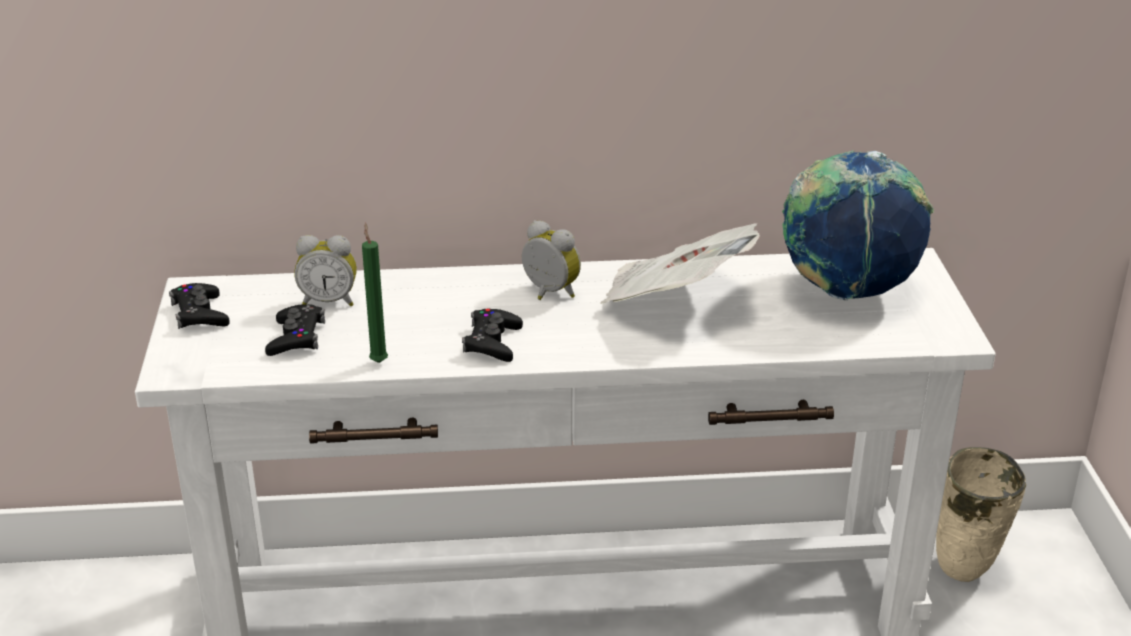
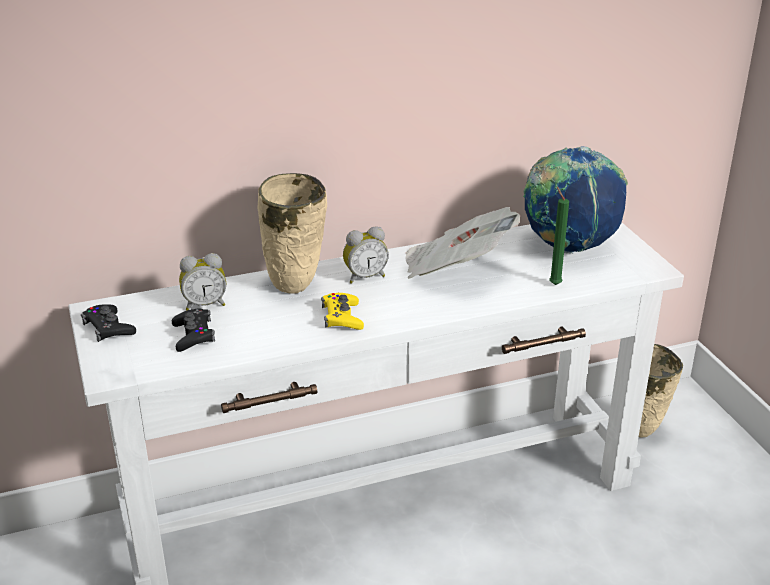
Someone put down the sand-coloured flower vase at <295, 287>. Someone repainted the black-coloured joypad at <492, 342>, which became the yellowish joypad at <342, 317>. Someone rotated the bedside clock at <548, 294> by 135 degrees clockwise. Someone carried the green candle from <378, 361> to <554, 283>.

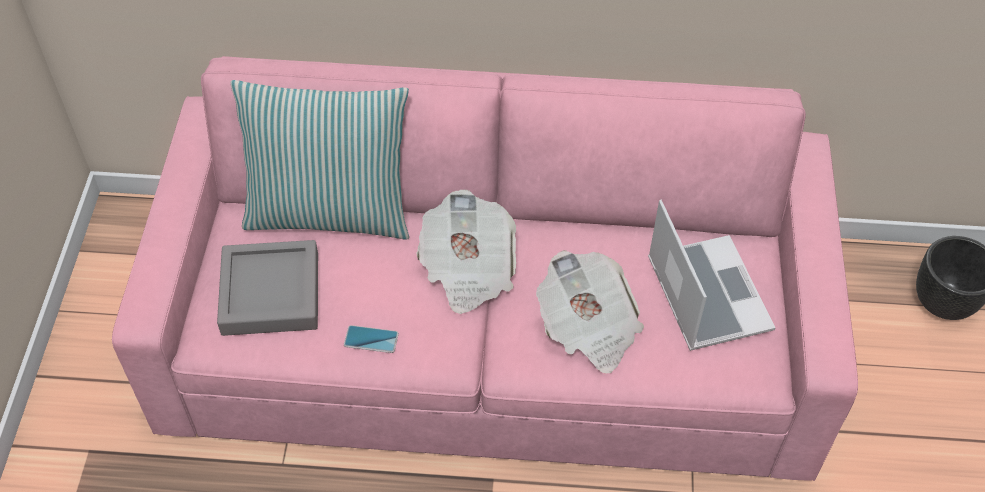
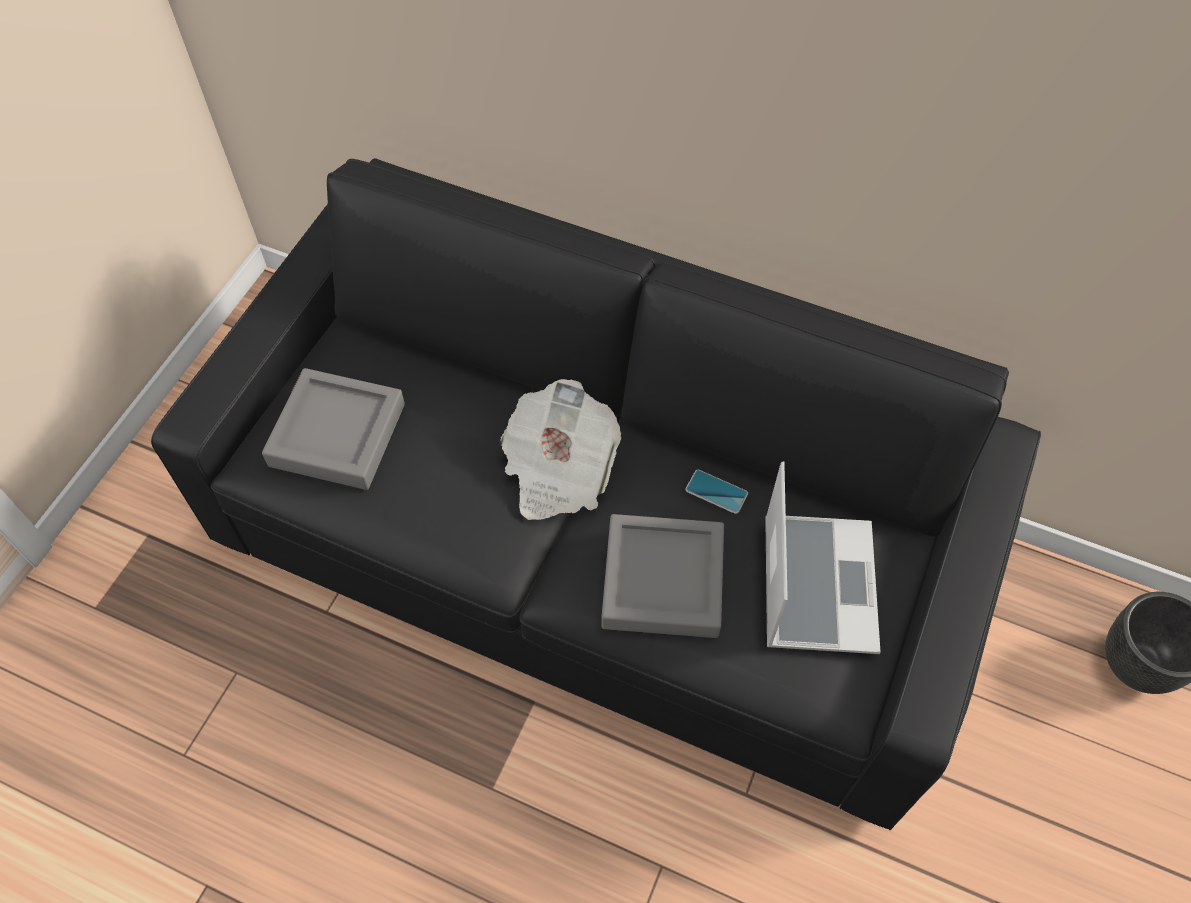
Someone repainted the pinkish sofa at <492, 337>, which became the black-coloured sofa at <596, 542>. Someone swapped the newspaper at <588, 327> for the grey carrying tray at <662, 581>. Someone carried the telephone from <371, 339> to <716, 492>. Someone took away the pillow at <330, 211>.

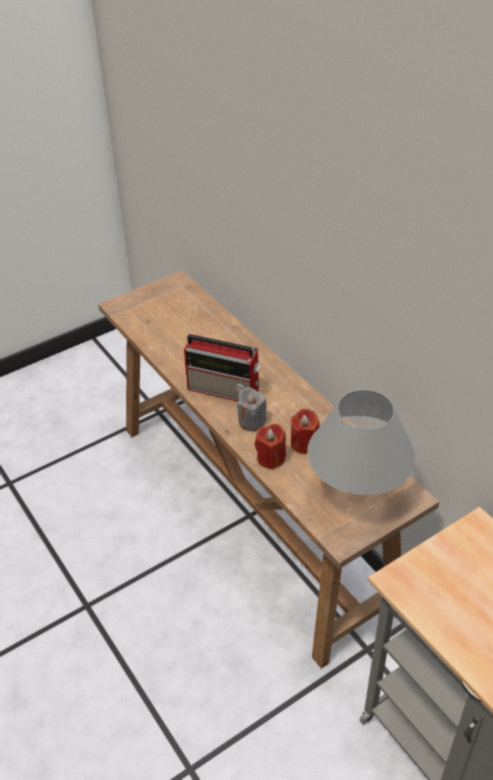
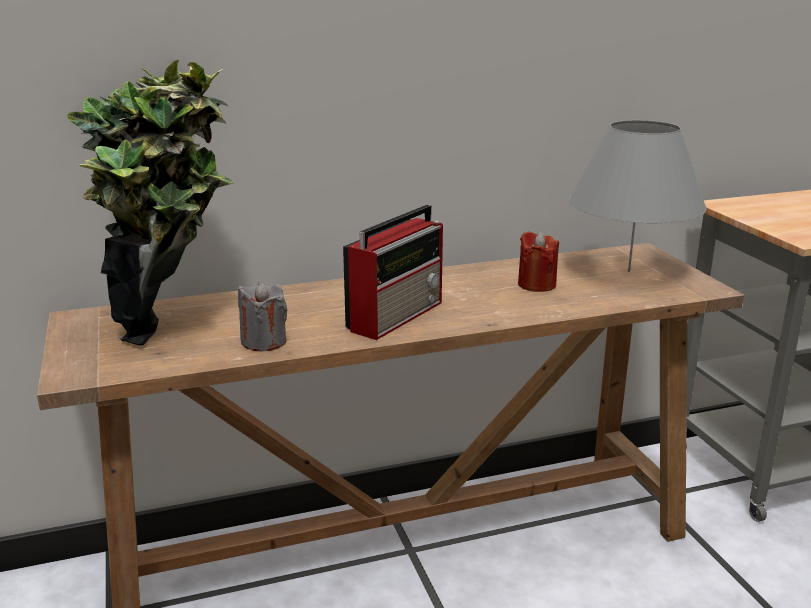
Someone put down the potted plant at <171, 323>. Someone carried the grey candle from <251, 421> to <264, 342>. Someone took away the red-coloured candle at <271, 458>.

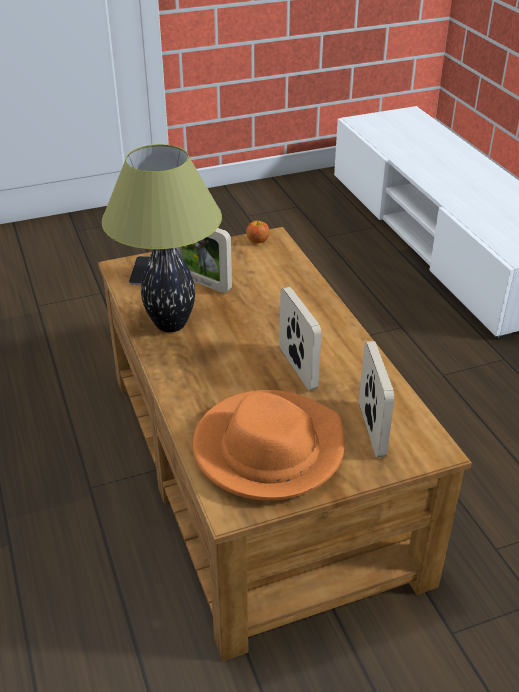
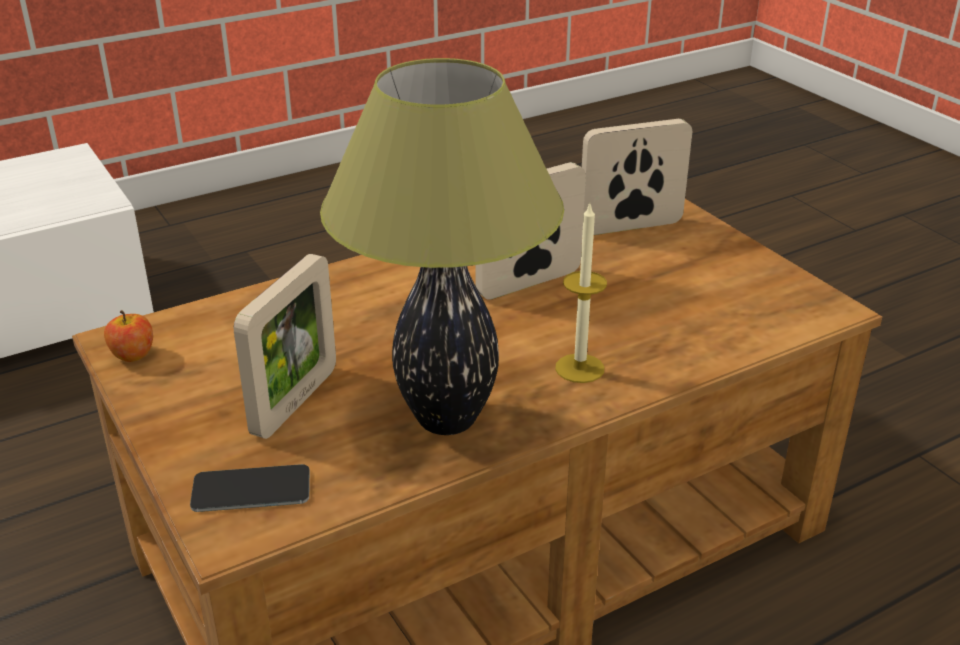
Someone put down the candle at <579, 368>. Someone took away the orangey wearable hat at <268, 449>.

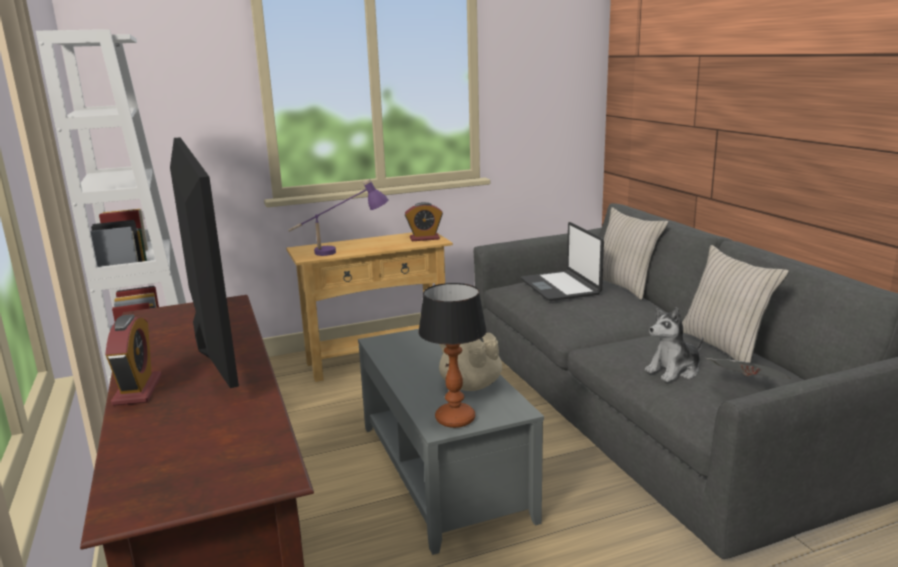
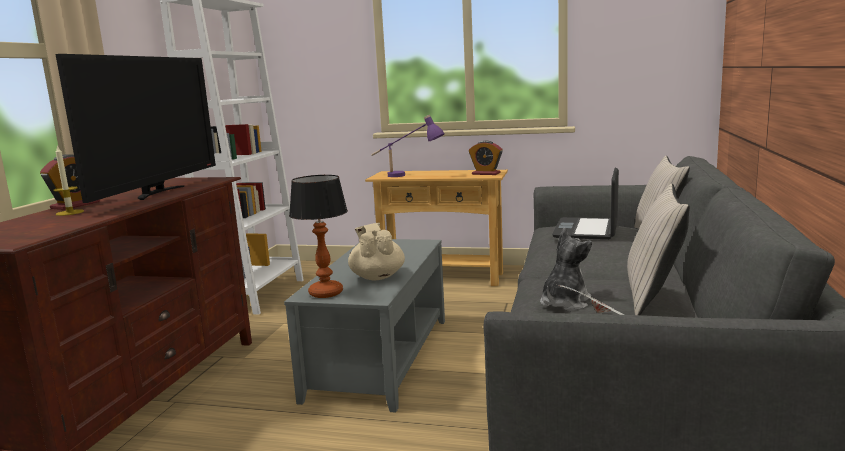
Someone put down the candle at <70, 212>. Someone rotated the soft toy at <674, 371> by 120 degrees clockwise.

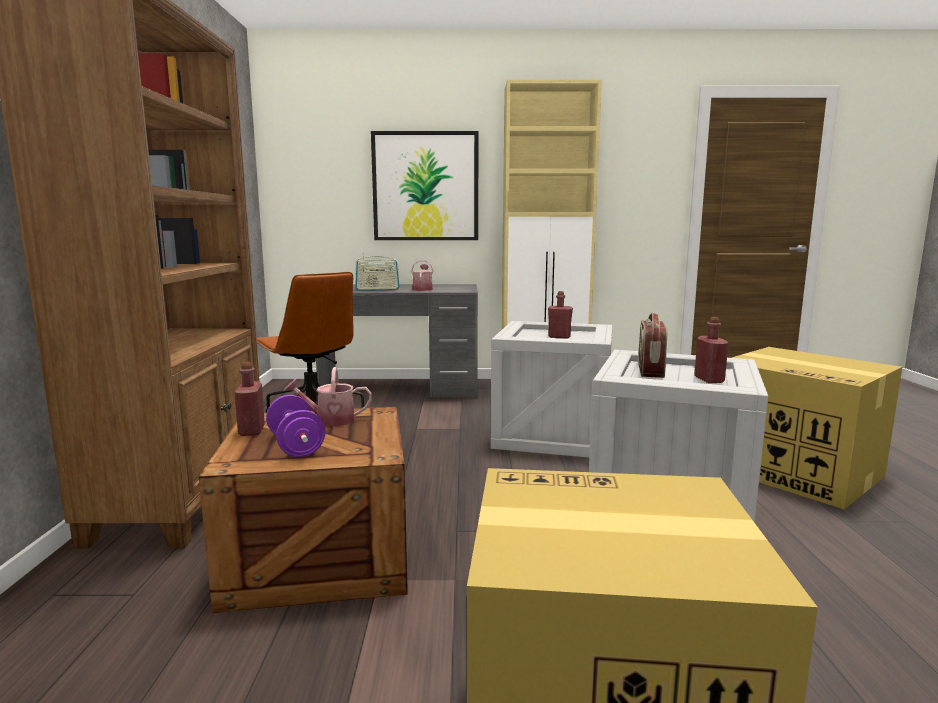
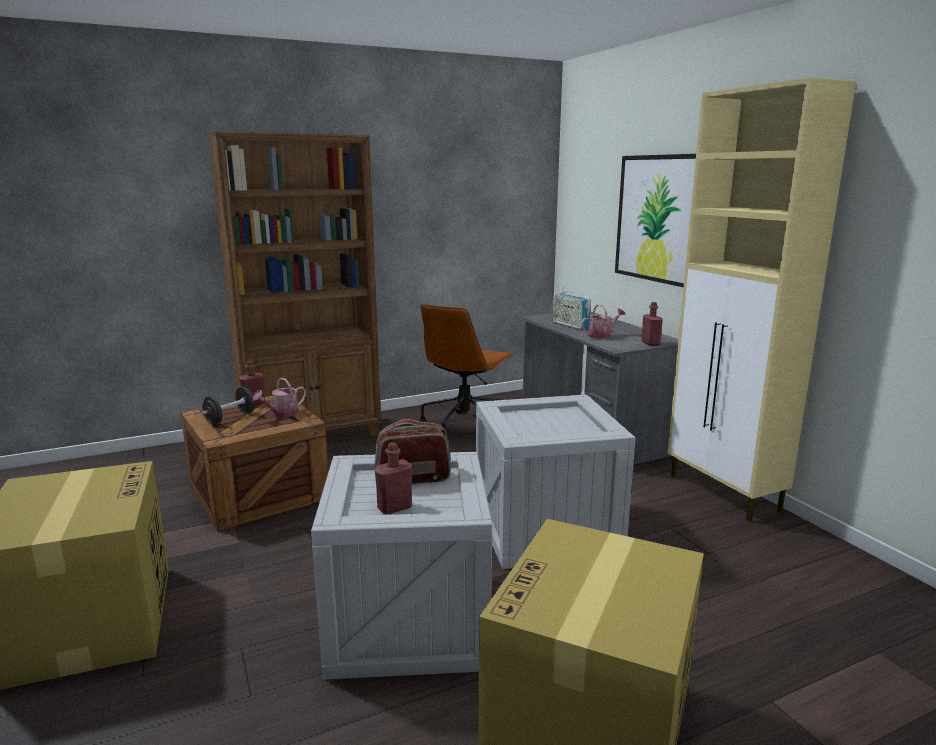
Someone repainted the purple-coloured dumbbell at <296, 446>, which became the black-coloured dumbbell at <230, 418>. Someone rotated the watering can at <330, 420> by 105 degrees counterclockwise. Someone carried the red-coloured drink bottle from <559, 337> to <650, 343>.

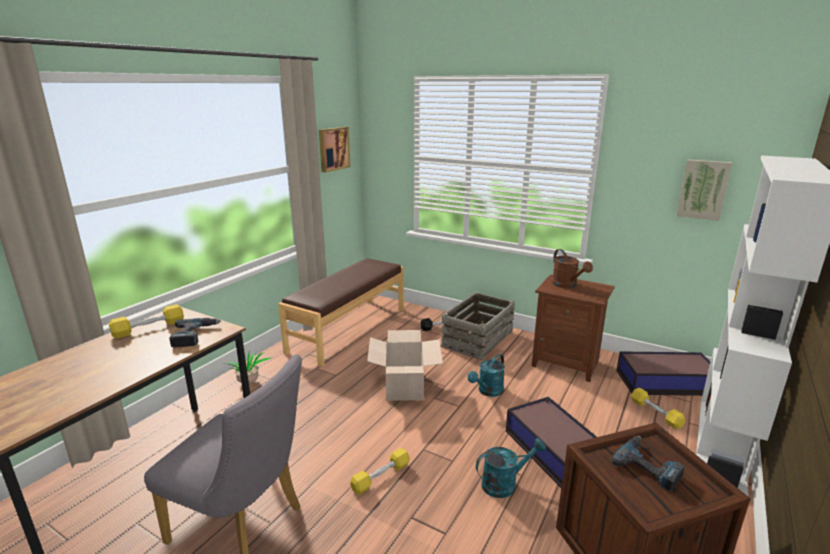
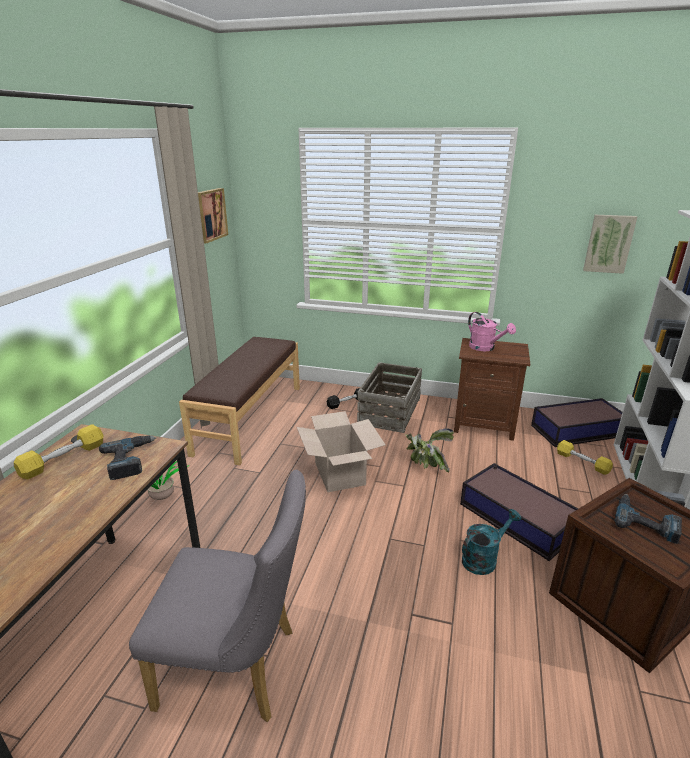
Someone swapped the blue-green watering can at <488, 391> for the potted plant at <425, 465>. Someone repainted the brown-coloured watering can at <567, 285>, which became the pinkish watering can at <485, 348>. Someone took away the yellowish dumbbell at <380, 477>.

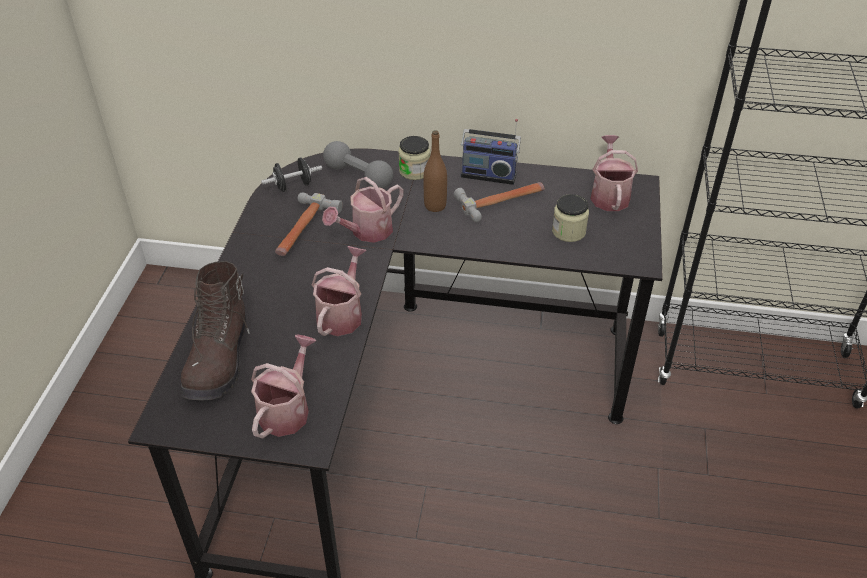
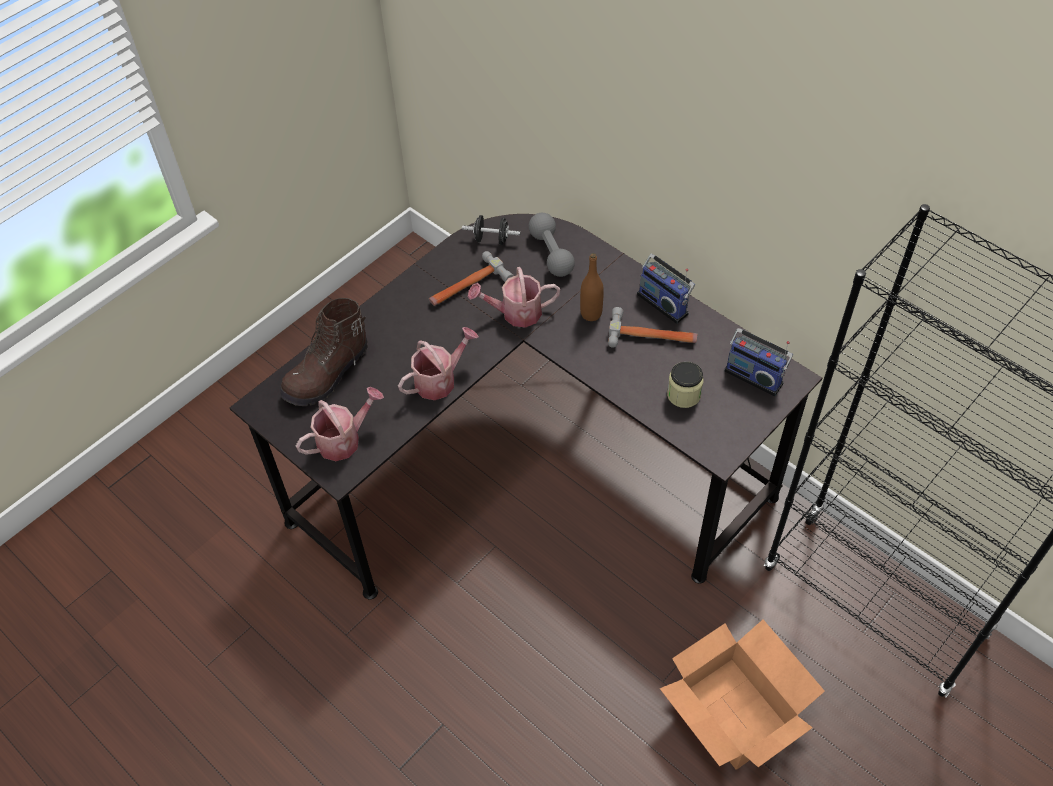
Someone put down the carton at <733, 714>. Someone swapped the watering can at <609, 194> for the radio receiver at <755, 375>. Someone took away the jar at <414, 171>.

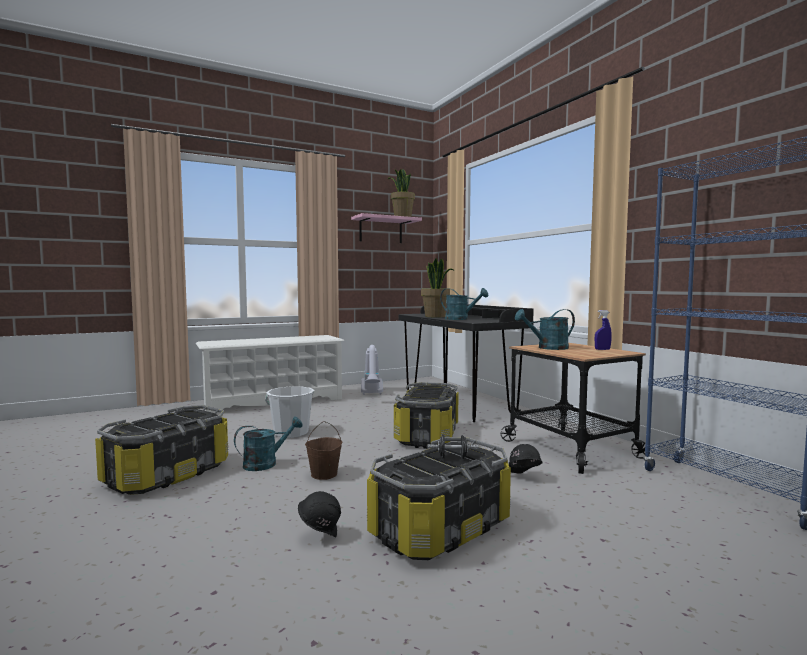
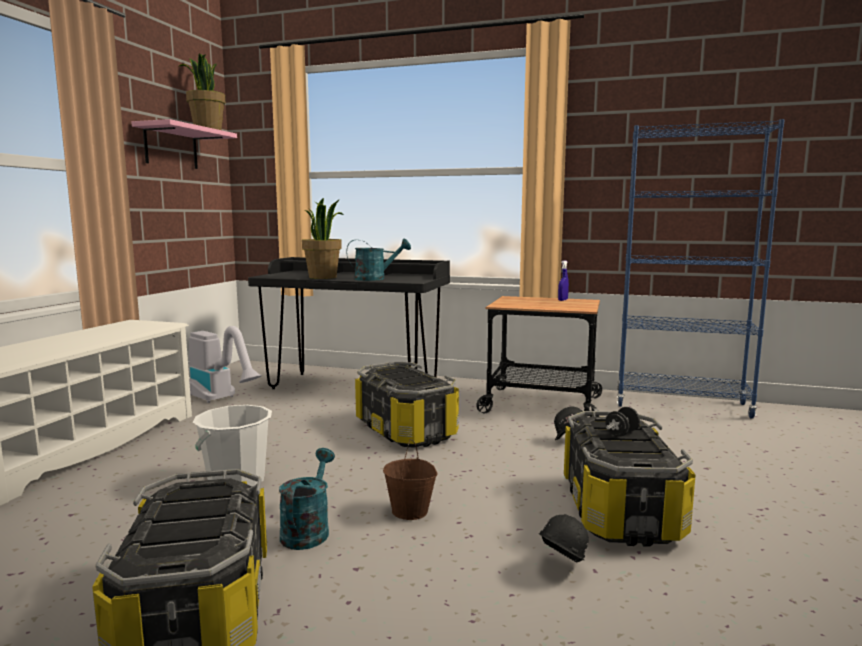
Someone took away the blue-green watering can at <547, 348>.

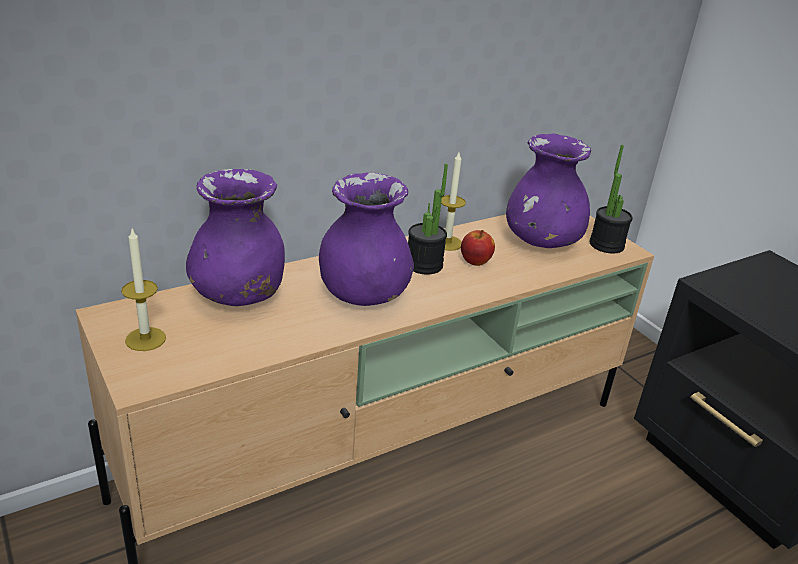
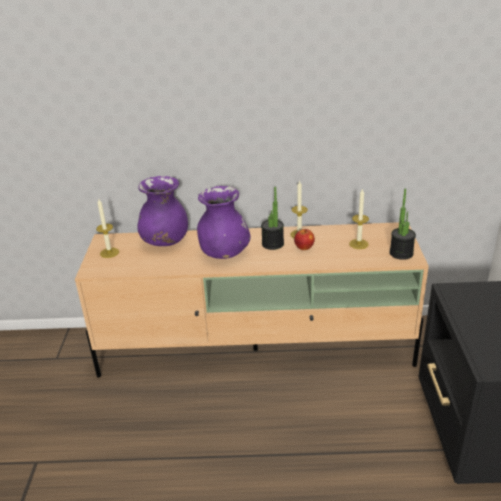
Someone swapped the purple-coloured flower vase at <541, 242> for the candle at <358, 244>.

